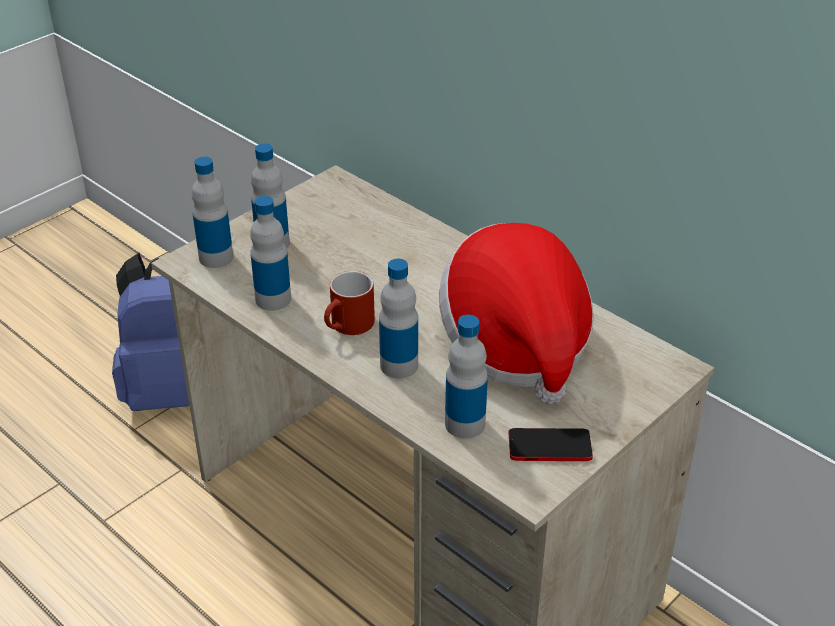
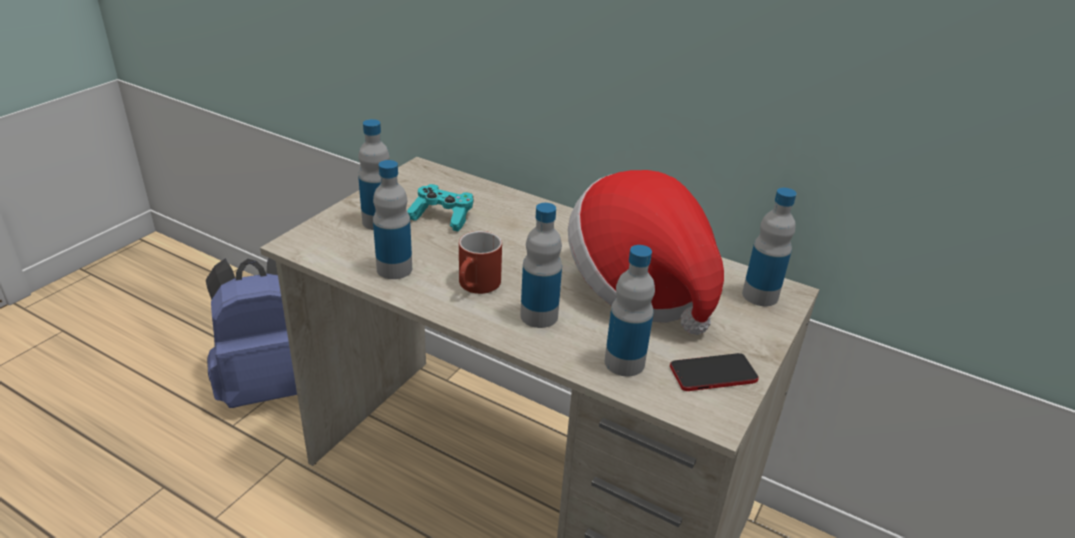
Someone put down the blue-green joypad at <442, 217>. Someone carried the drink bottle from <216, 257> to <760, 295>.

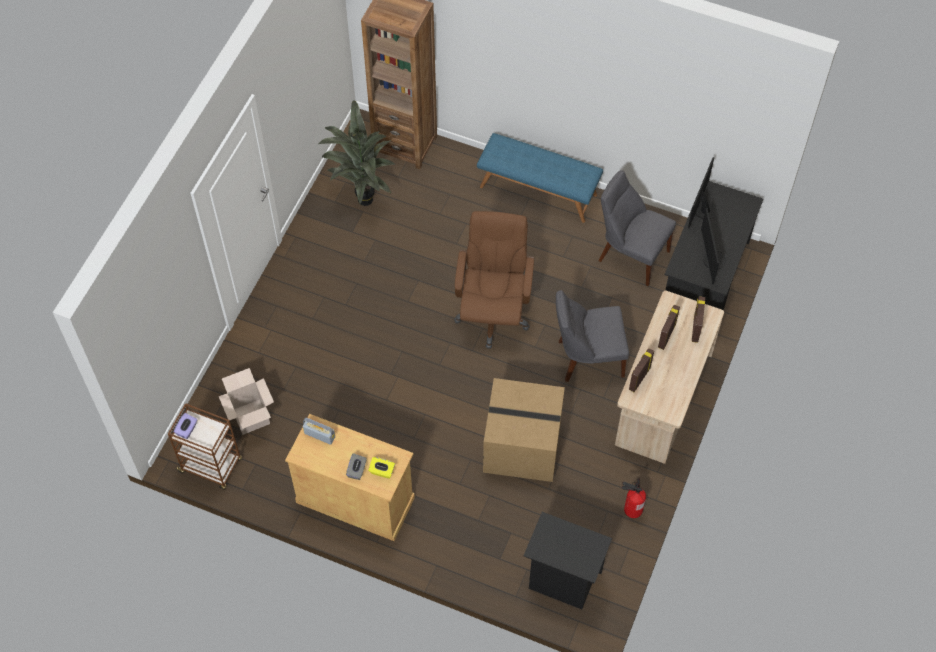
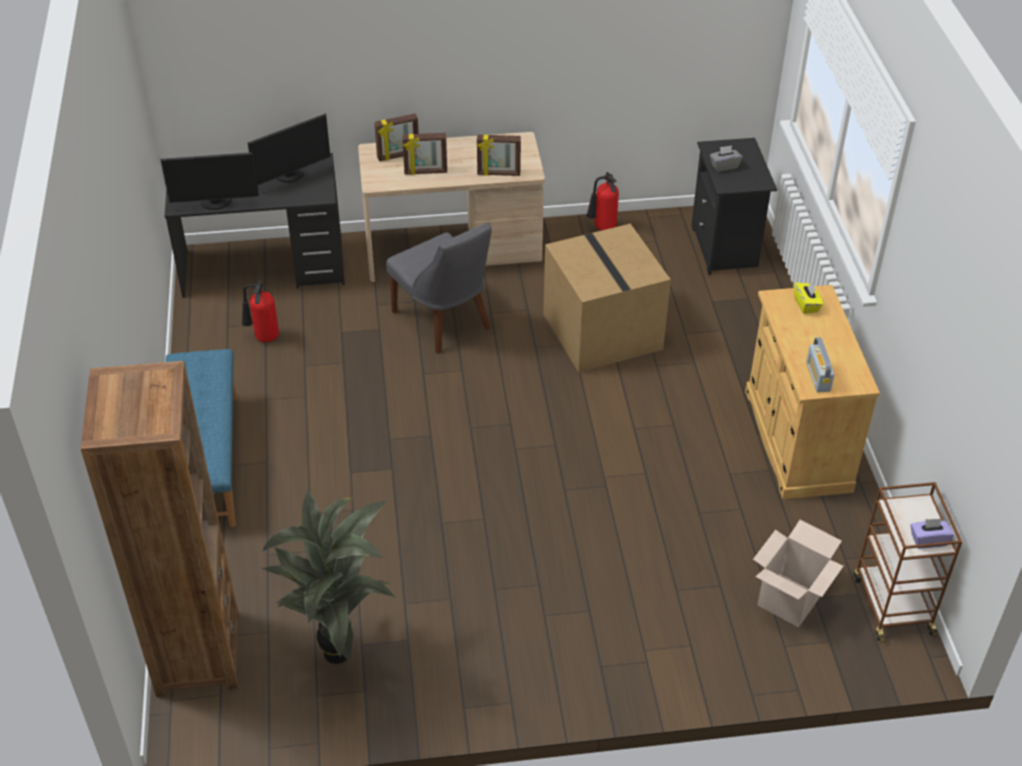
Someone swapped the grey plain chair at <630, 254> for the extinguisher at <263, 338>. Someone carried the grey tissue holder from <357, 470> to <724, 166>. Someone took away the brown-coloured computer chair at <492, 314>.

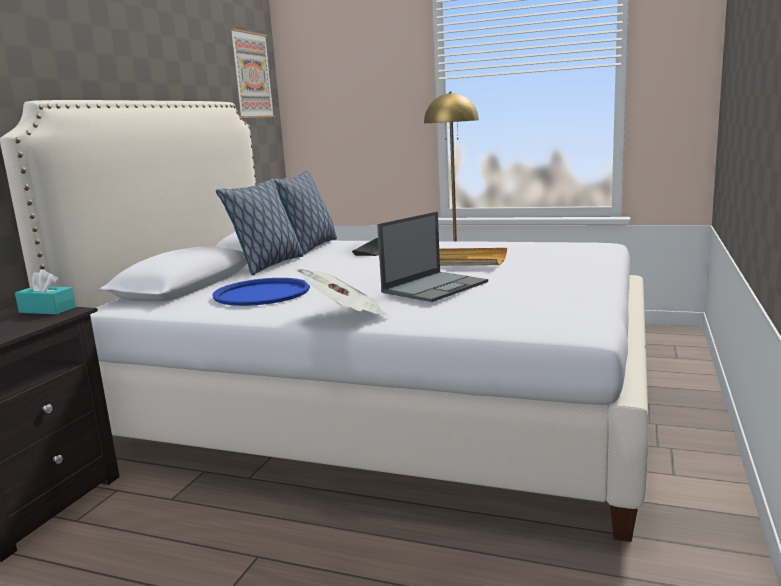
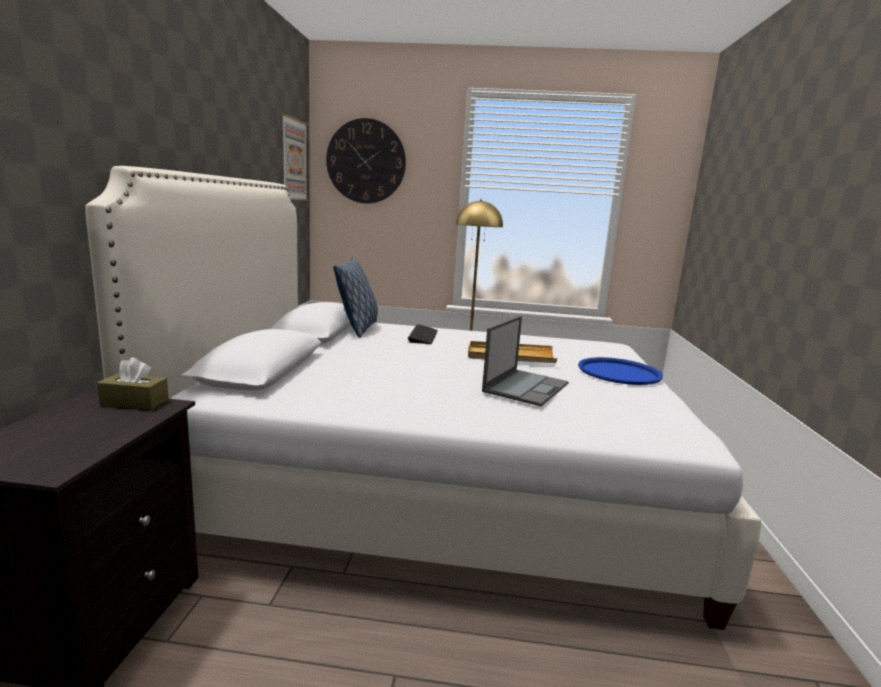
Someone repainted the blue-green tissue holder at <47, 310>, which became the brown-coloured tissue holder at <134, 402>. Someone put up the clock on the wall at <366, 161>. Someone carried the blue carrying tray from <262, 293> to <619, 372>. Someone took away the pillow at <268, 265>. Someone took away the newspaper at <345, 315>.

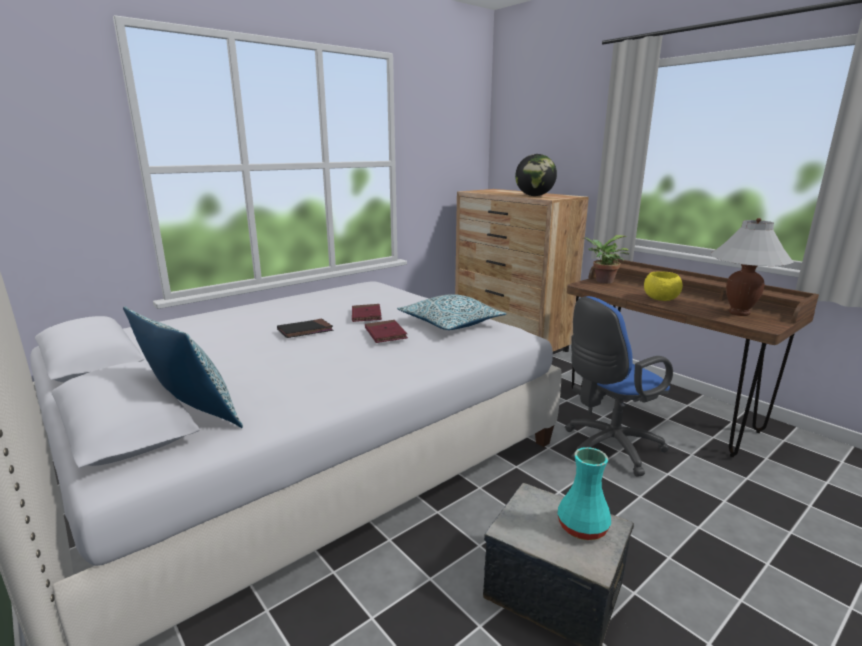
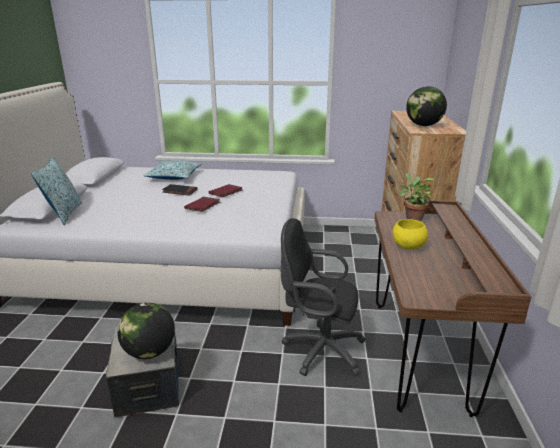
Someone swapped the blue-green flower vase at <584, 528> for the globe at <149, 352>. Someone carried the pillow from <450, 323> to <174, 177>. Someone repainted the blue computer chair at <607, 448>, which became the black-coloured computer chair at <319, 349>. Someone took away the whitish tabletop lamp at <739, 313>.

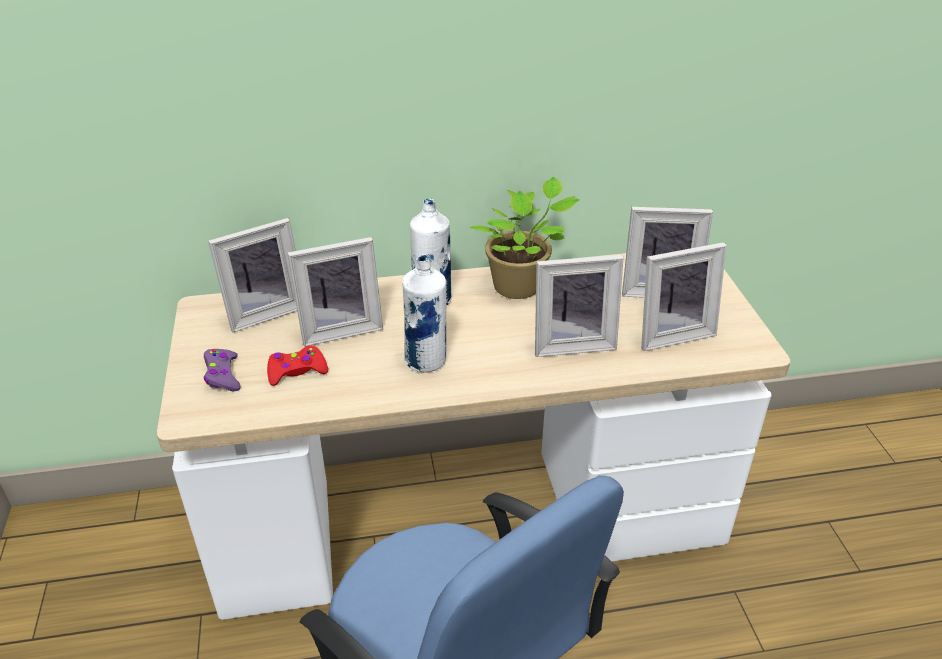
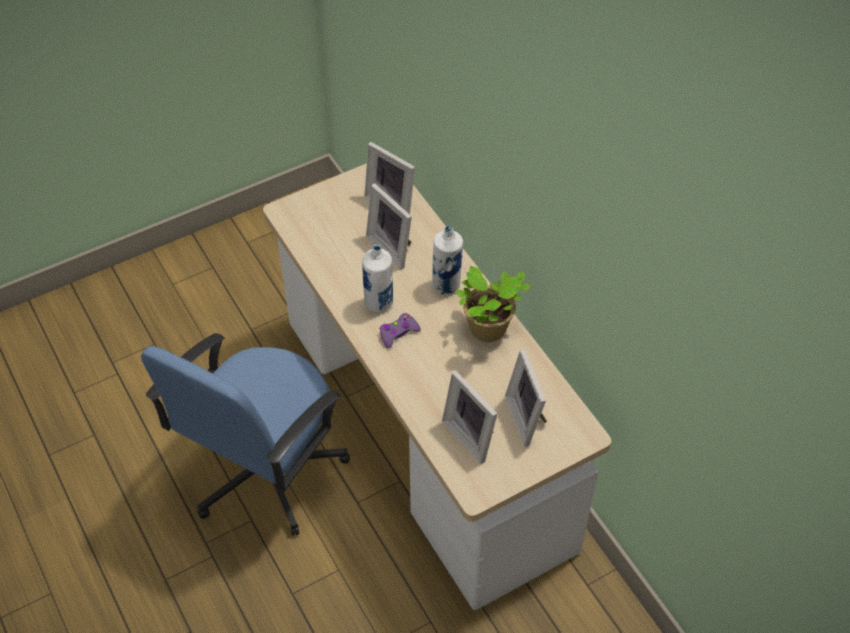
Someone carried the purple-coloured joypad from <222, 375> to <398, 333>. Someone took away the red-coloured joypad at <296, 371>. Someone took away the photo frame at <572, 342>.

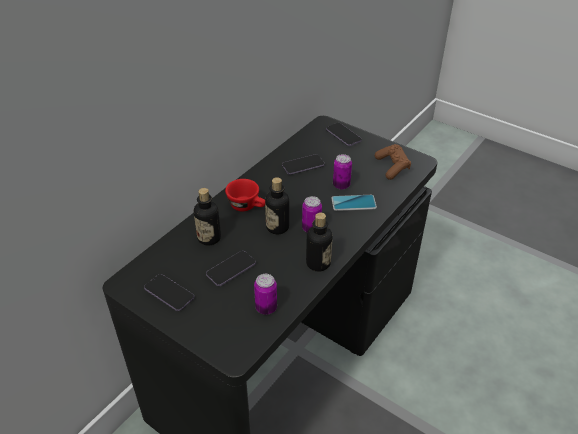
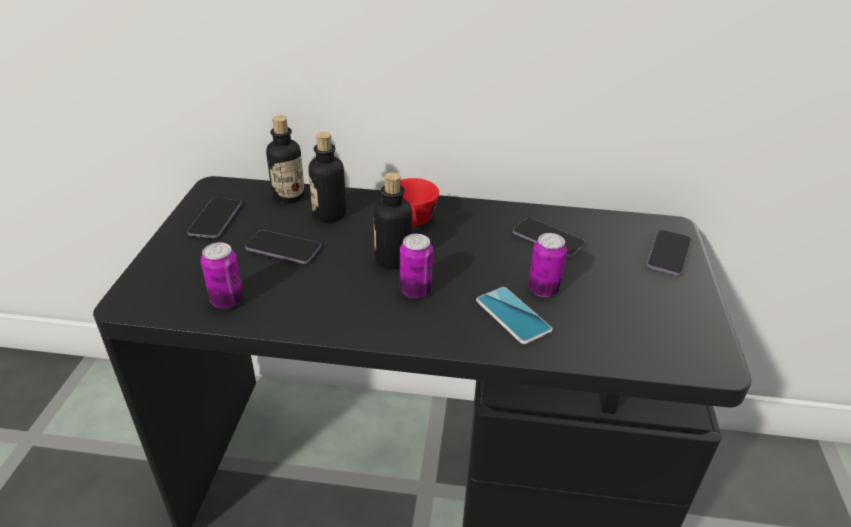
Someone carried the drink bottle from <318, 263> to <288, 196>. Someone took away the brown-coloured joypad at <392, 167>.

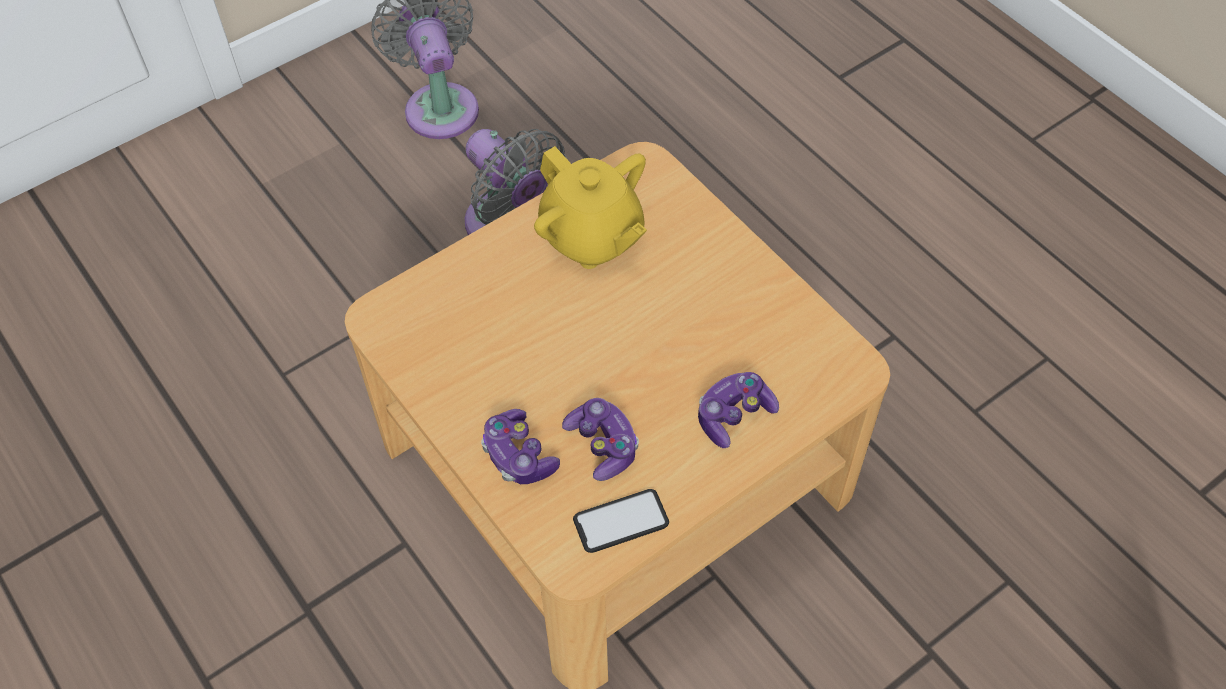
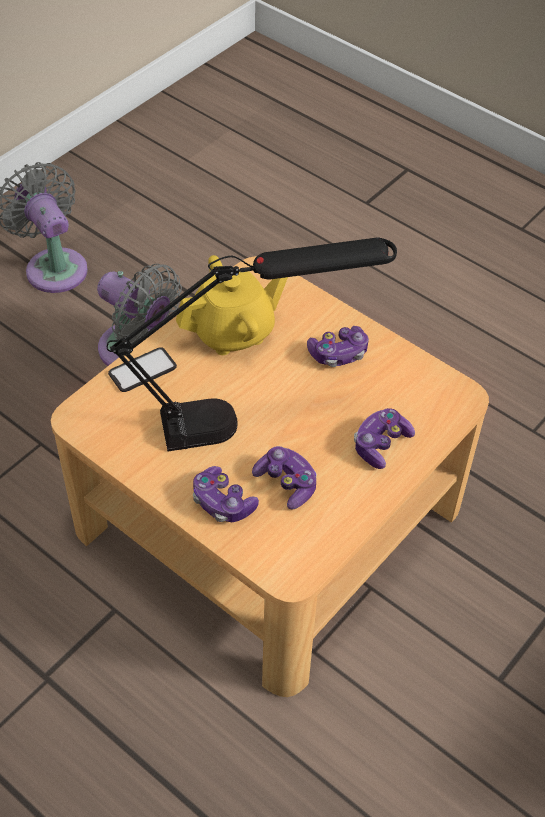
Someone put down the black-coloured tabletop lamp at <249, 418>. Someone carried the telephone from <621, 521> to <142, 370>. Someone rotated the yellowish tea pot at <592, 237> by 60 degrees counterclockwise. Someone put down the joypad at <338, 353>.

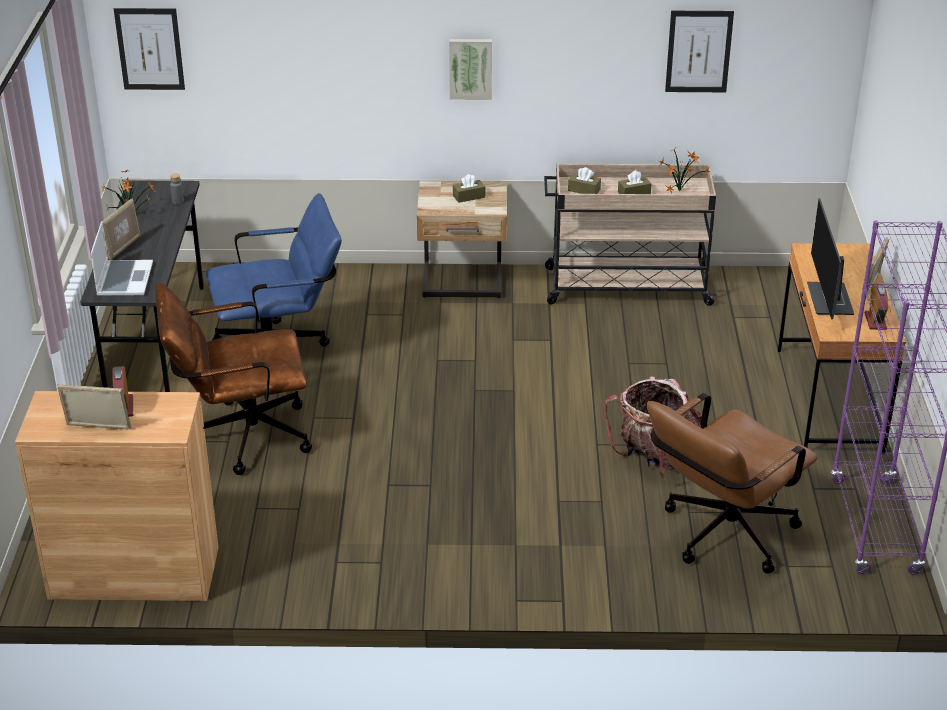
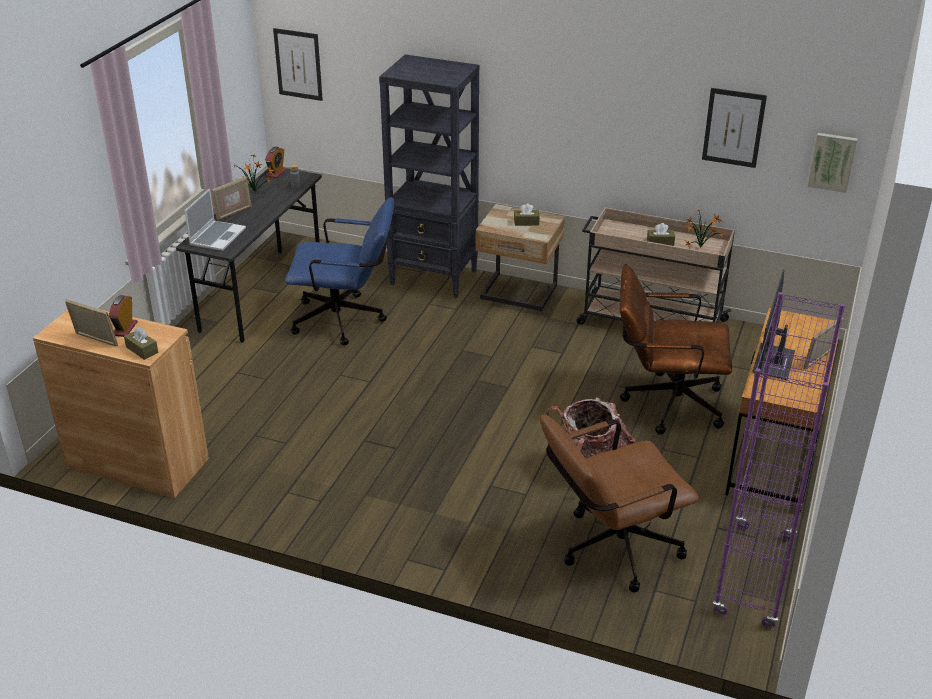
Someone carried the brown-coloured tissue holder from <584, 190> to <142, 350>. Someone carried the bedside clock from <875, 321> to <276, 173>. Someone put down the black-coloured bookcase at <434, 278>. Someone carried the brown-coloured computer chair from <240, 436> to <665, 403>. Someone carried the wall art from <470, 68> to <832, 161>.

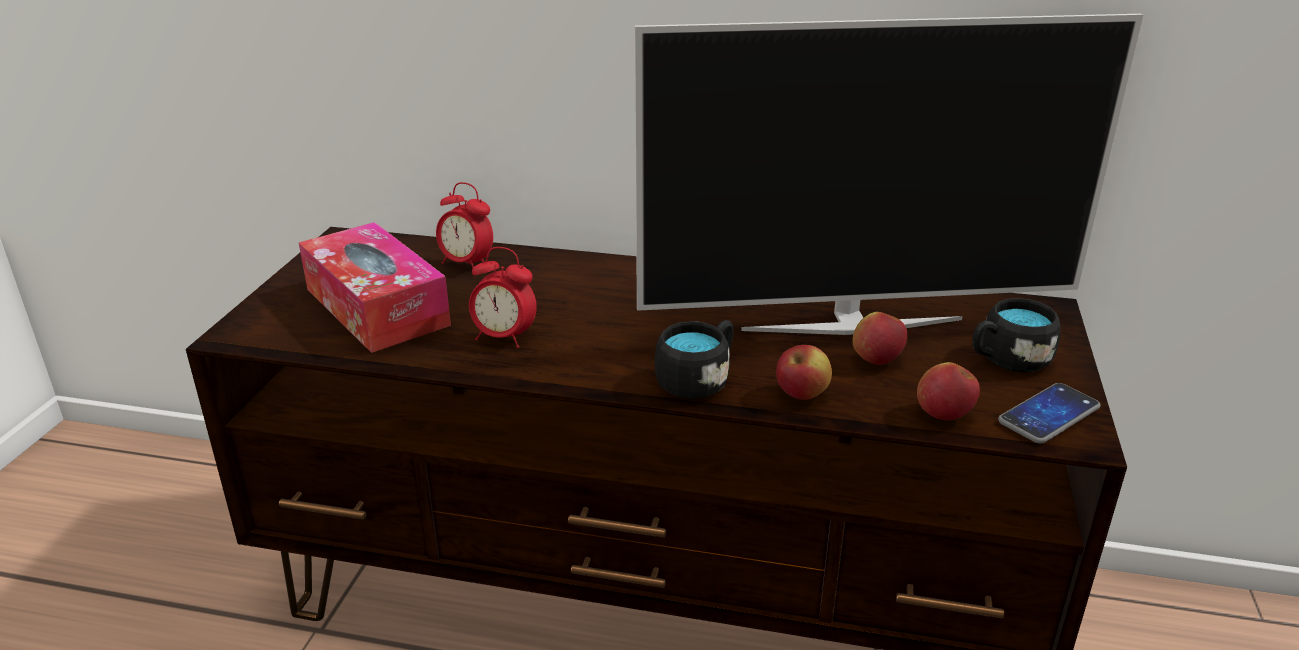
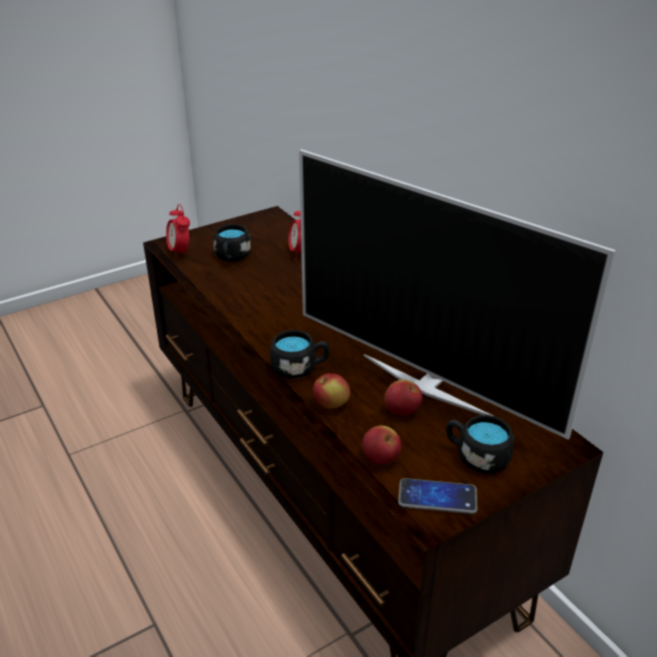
Someone carried the bedside clock from <504, 338> to <180, 252>. Someone swapped the tissue holder at <377, 307> for the black-coloured mug at <231, 257>.

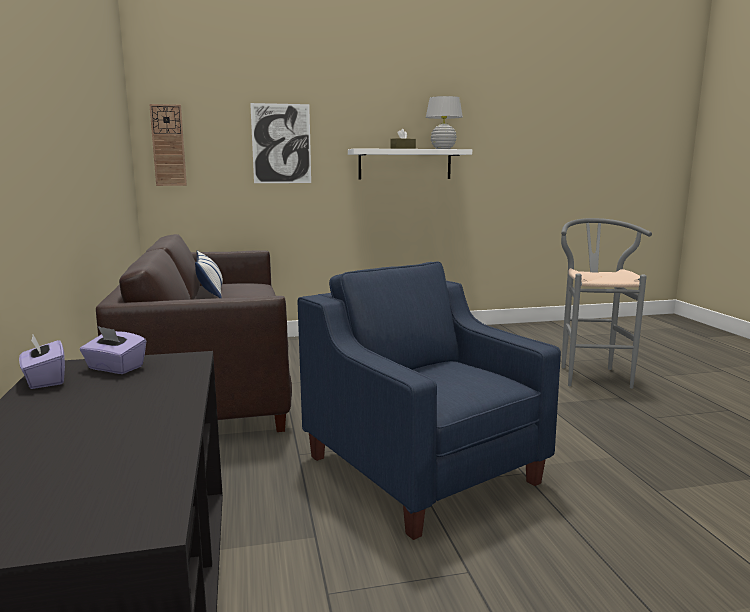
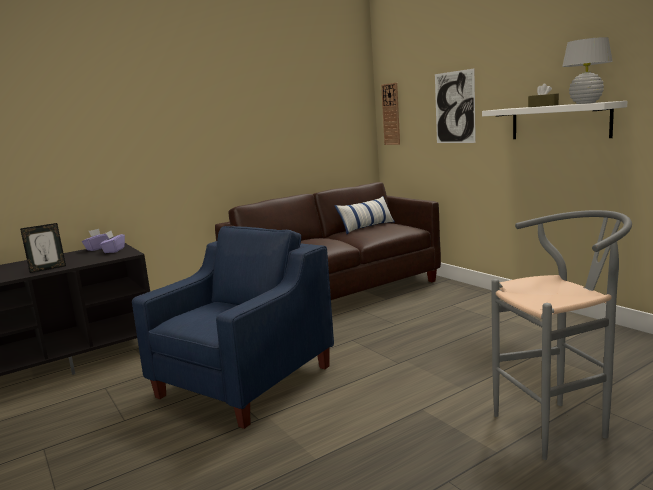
Someone put down the photo frame at <48, 269>.

